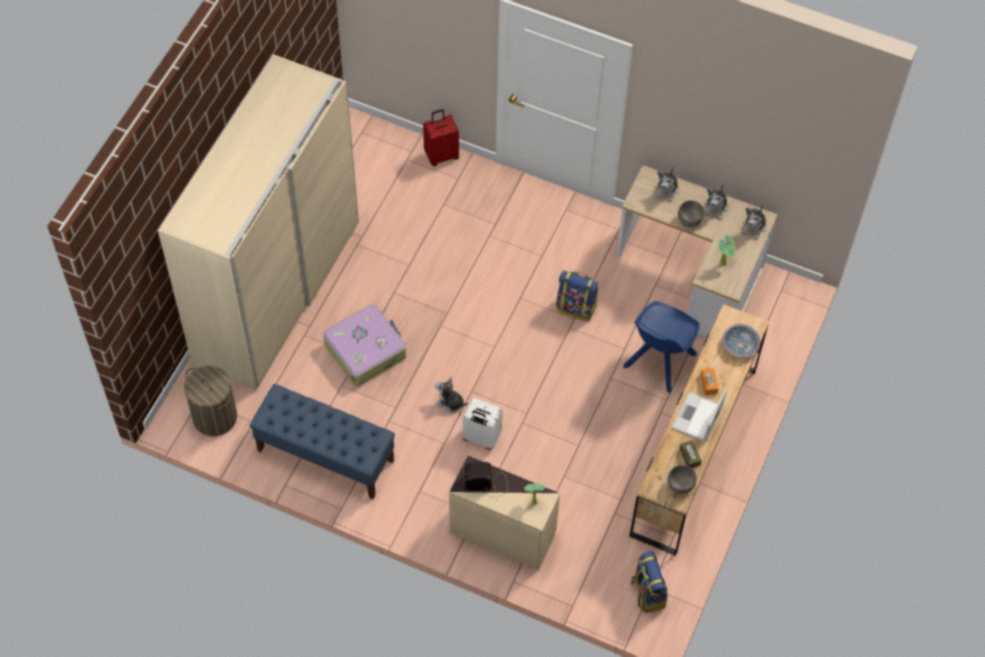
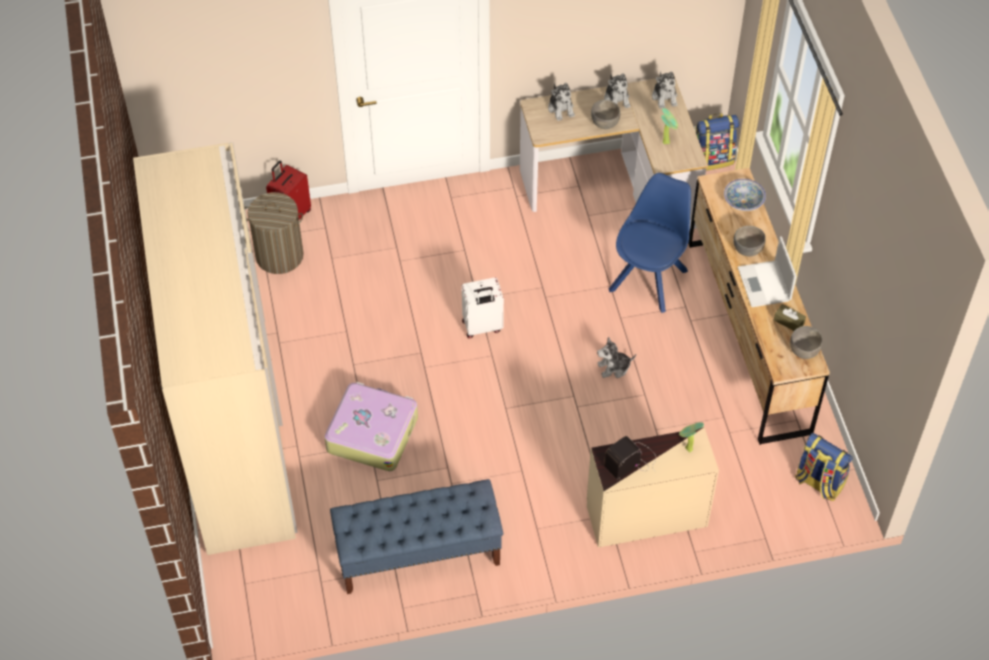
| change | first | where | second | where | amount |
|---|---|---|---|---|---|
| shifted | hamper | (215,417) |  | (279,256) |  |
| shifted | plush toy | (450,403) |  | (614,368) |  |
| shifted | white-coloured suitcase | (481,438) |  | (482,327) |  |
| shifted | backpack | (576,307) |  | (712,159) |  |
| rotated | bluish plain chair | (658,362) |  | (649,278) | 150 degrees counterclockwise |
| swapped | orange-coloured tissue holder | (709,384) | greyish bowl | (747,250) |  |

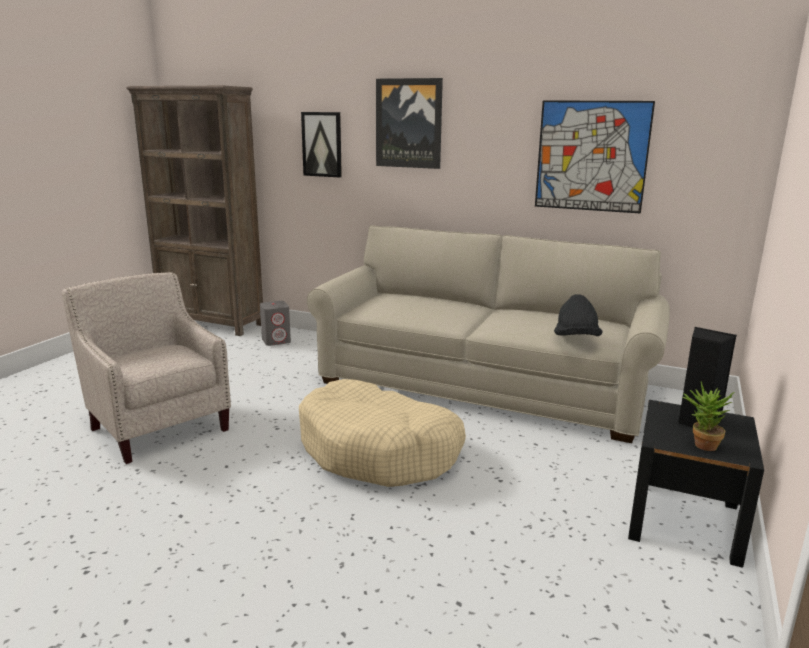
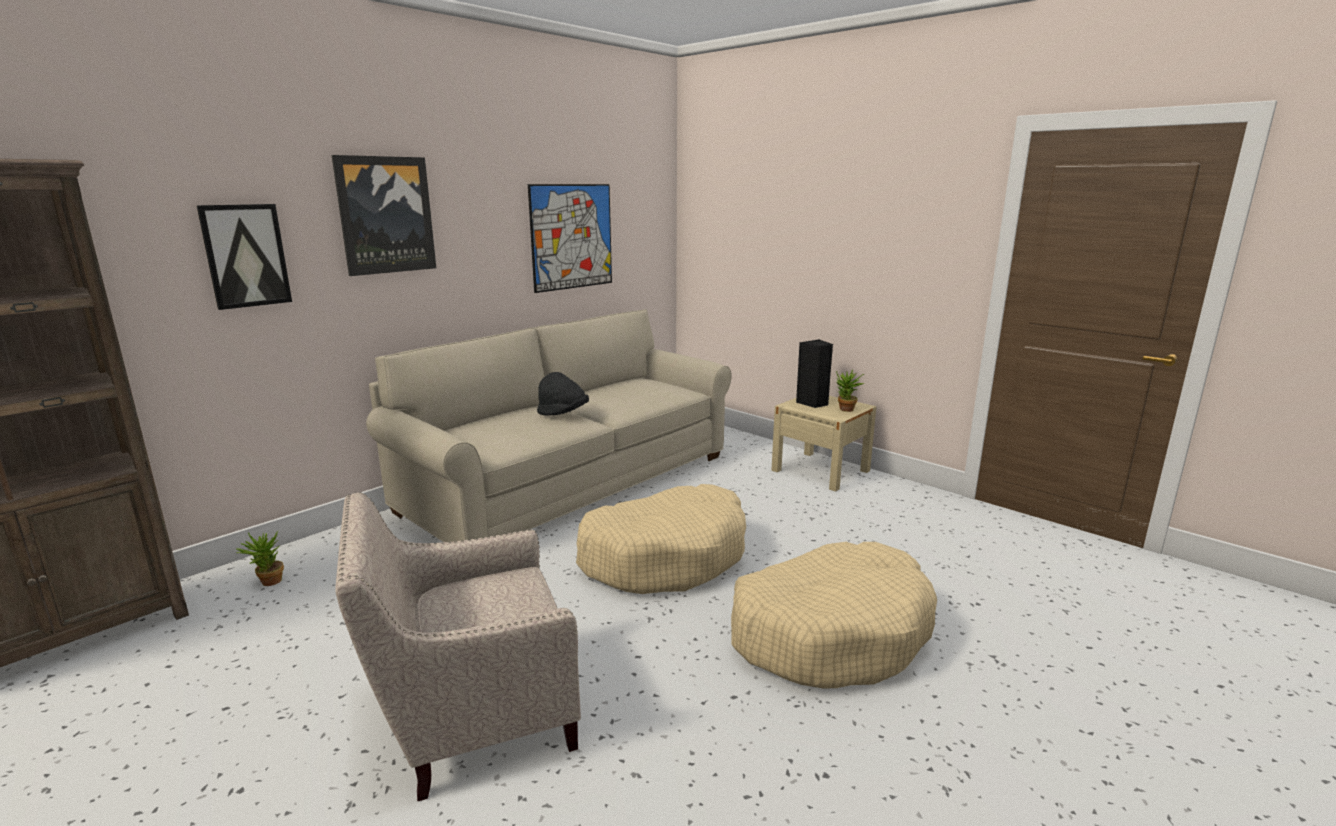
| change | first | where | second | where | amount |
|---|---|---|---|---|---|
| swapped | greyish audio speaker | (276,341) | plant in a pot | (267,583) |  |
| shifted | black-coloured wearable hat | (576,339) |  | (563,414) |  |
| repainted | black-coloured night table | (684,521) | beige night table | (820,470) |  |
| new |  |  | beige pet bed | (830,632) |  |

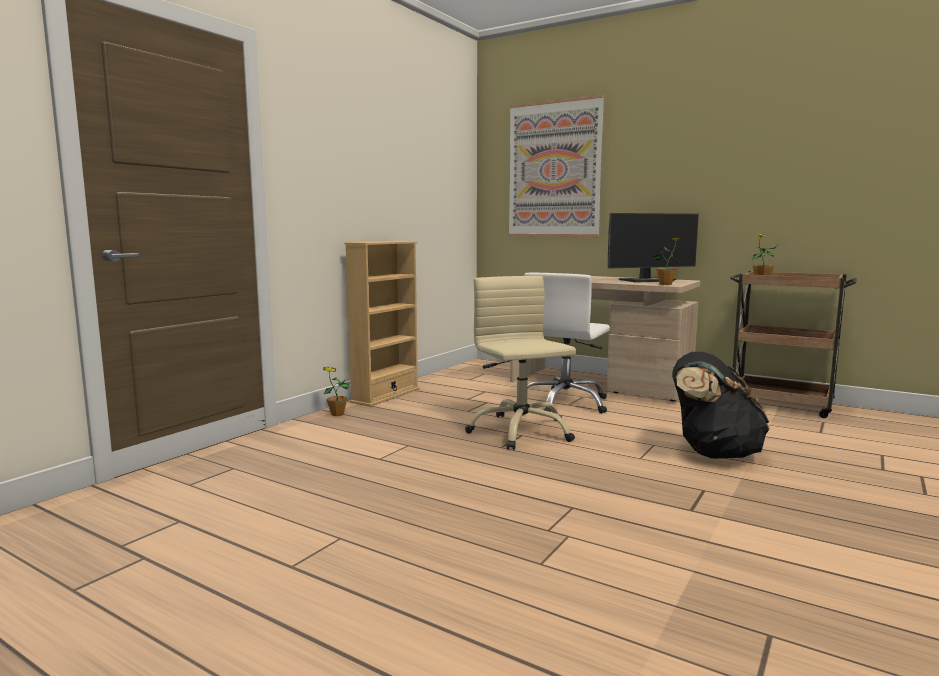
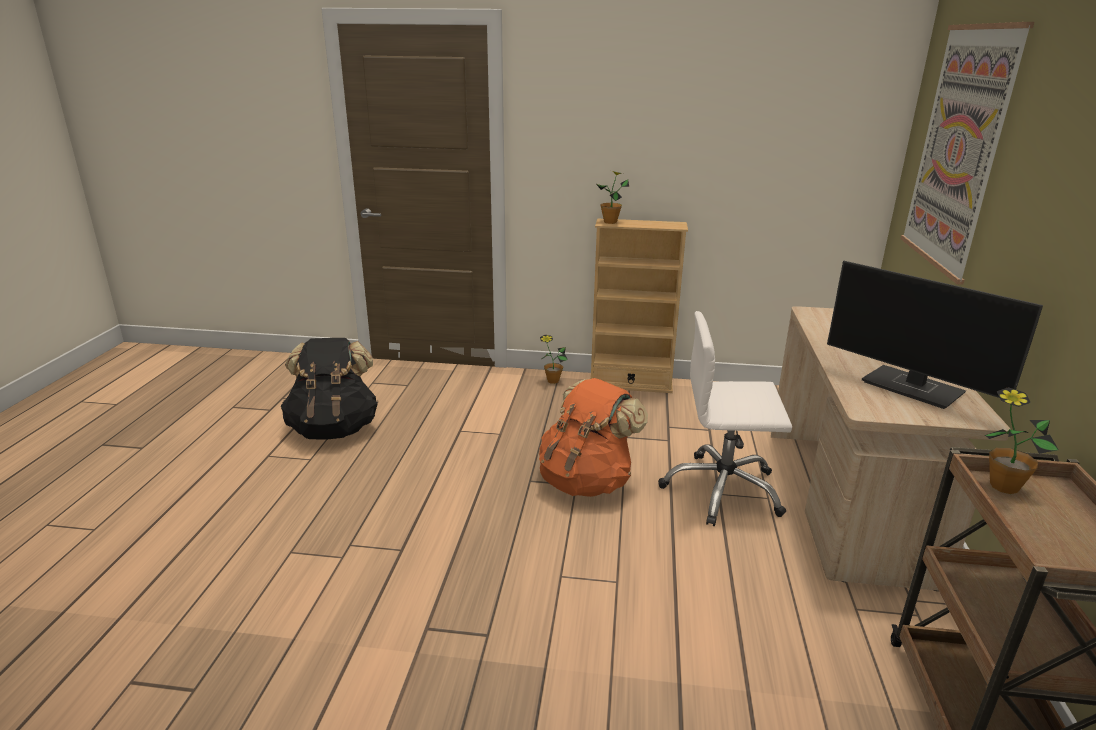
| change | first | where | second | where | amount |
|---|---|---|---|---|---|
| swapped | beige computer chair | (520,431) | orange-coloured backpack | (586,481) |  |
| shifted | plant in a pot | (665,284) |  | (610,222) |  |
| shifted | black-coloured backpack | (713,453) |  | (334,429) |  |

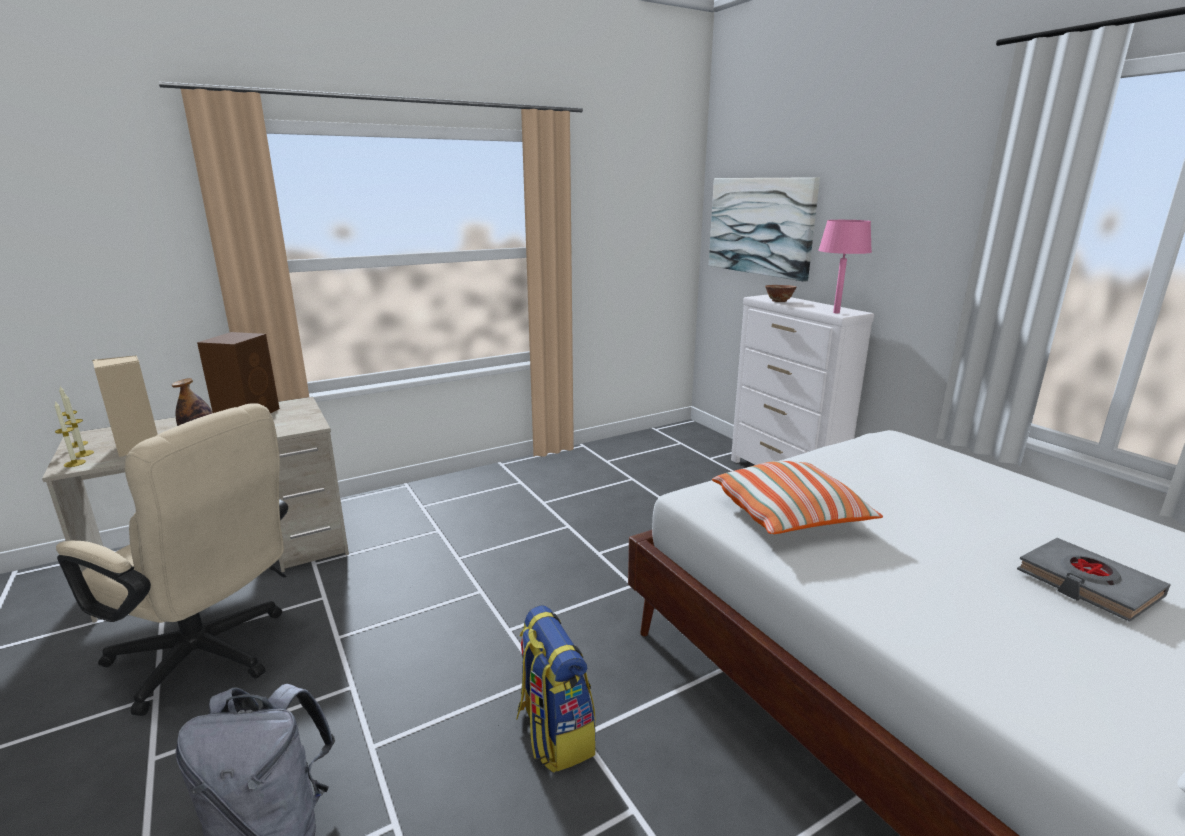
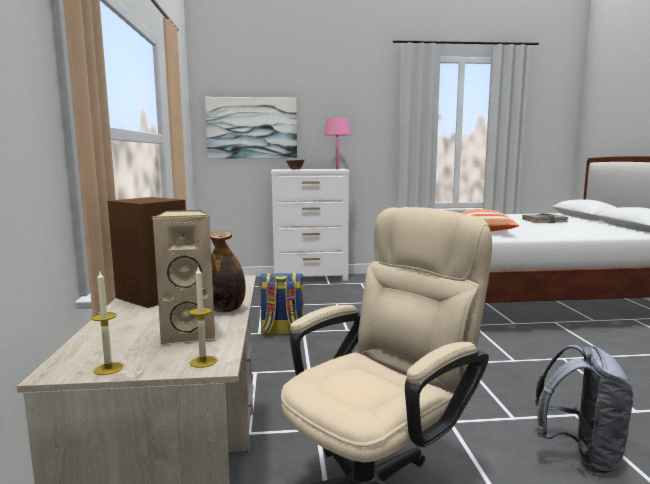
| change | first | where | second | where | amount |
|---|---|---|---|---|---|
| gone | wax light | (83,454) |  |  |  |
| shifted | backpack | (554,733) |  | (282,332) |  |

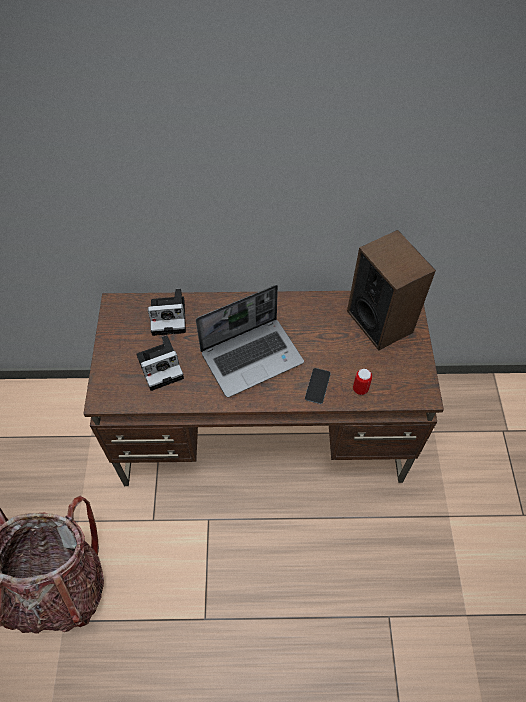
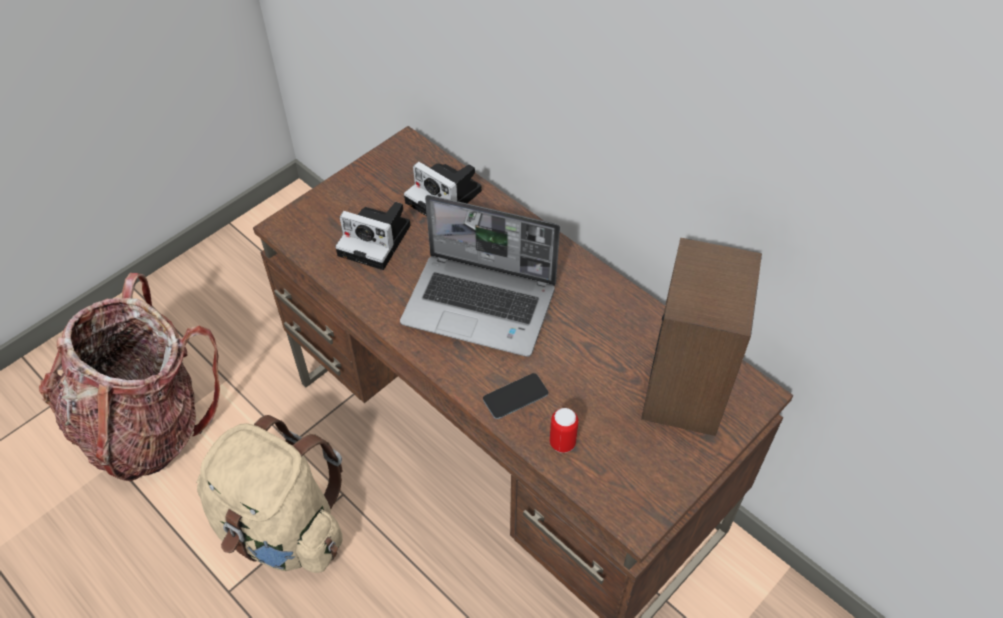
| change | first | where | second | where | amount |
|---|---|---|---|---|---|
| new |  |  | beige backpack | (282,528) |  |

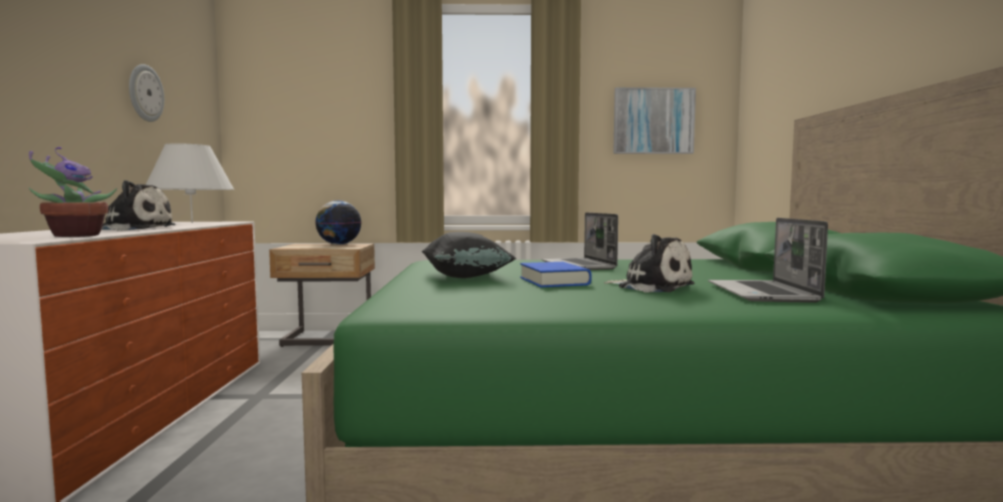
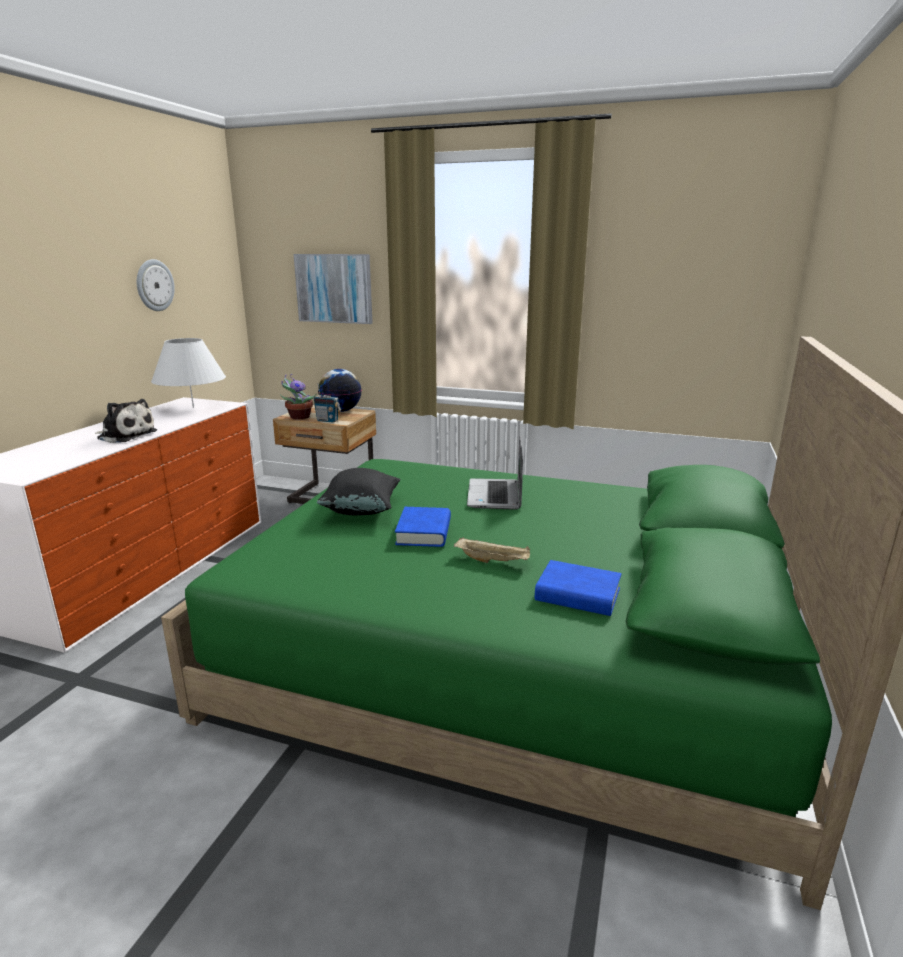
| change | first | where | second | where | amount |
|---|---|---|---|---|---|
| shifted | plant in a pot | (73,235) |  | (298,417) |  |
| swapped | plush toy | (652,287) | beige tray | (493,561) |  |
| shifted | picture | (653,121) |  | (334,288) |  |
| swapped | portable computer | (763,293) | bluish volume | (577,595) |  |
| new |  |  | radio | (327,420) |  |

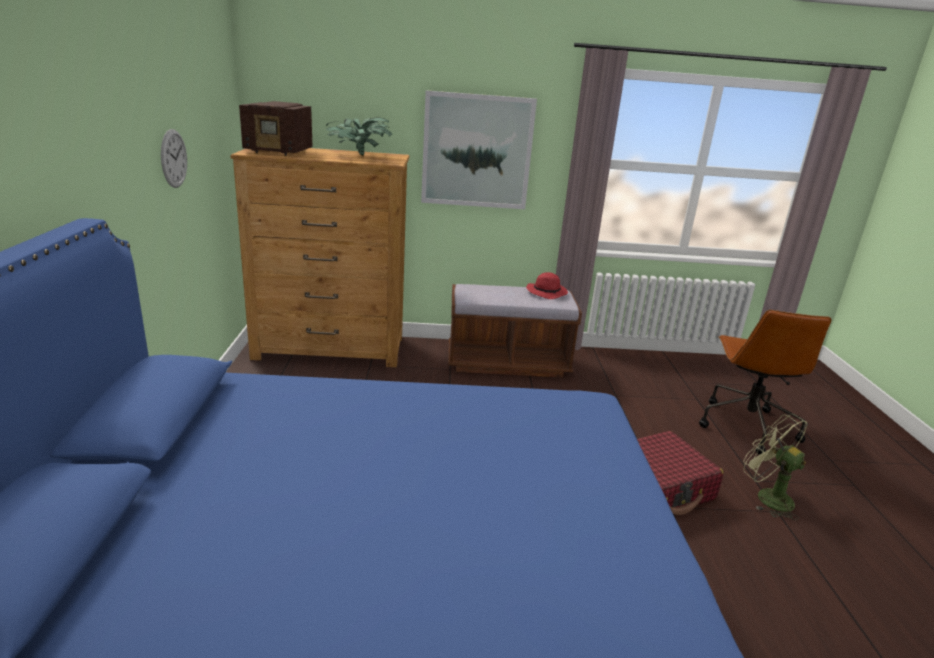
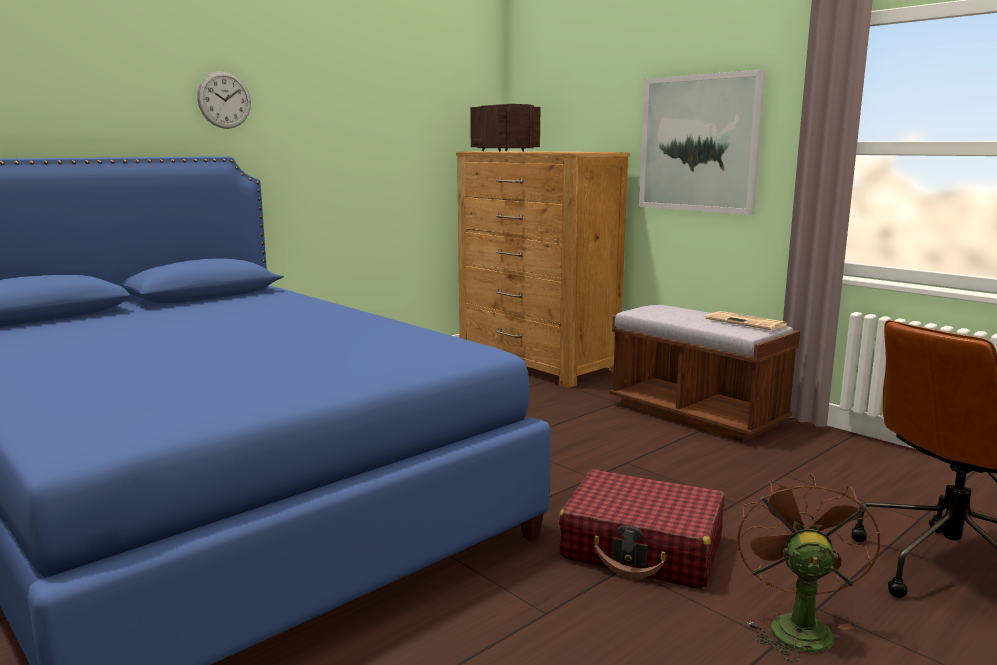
| change | first | where | second | where | amount |
|---|---|---|---|---|---|
| shifted | hanging clock | (173,158) |  | (224,100) |  |
| rotated | radio | (279,152) |  | (503,151) | 90 degrees clockwise |
| gone | plant in a pot | (359,155) |  |  |  |
| swapped | red wearable hat | (547,292) | printed paper | (747,322) |  |
| repainted | green-coloured cooling fan | (766,496) | brown cooling fan | (796,625) |  |

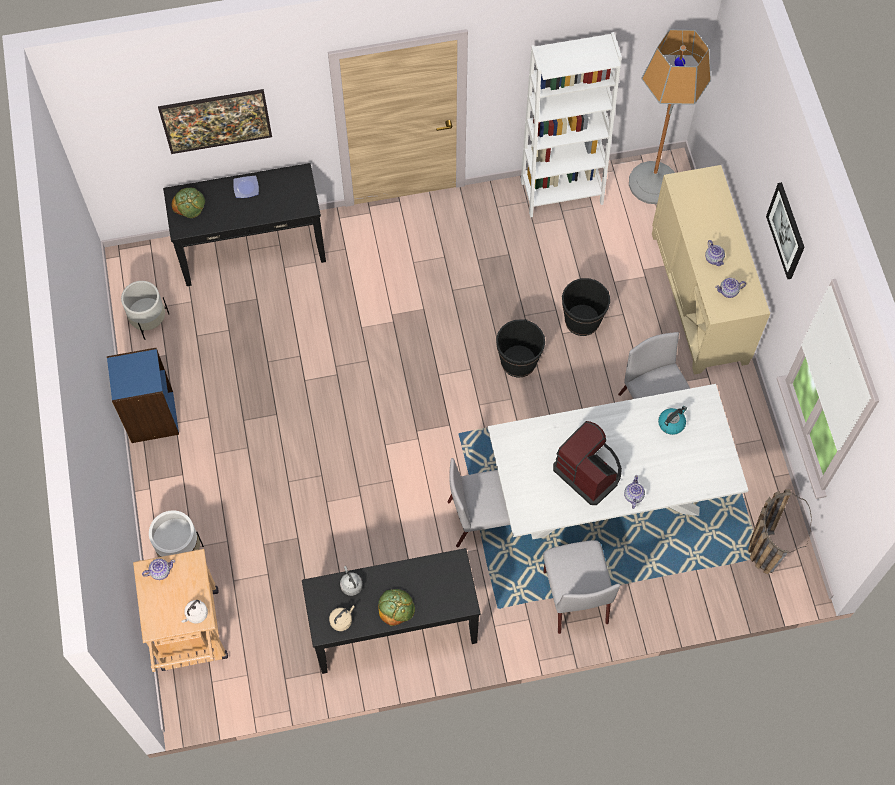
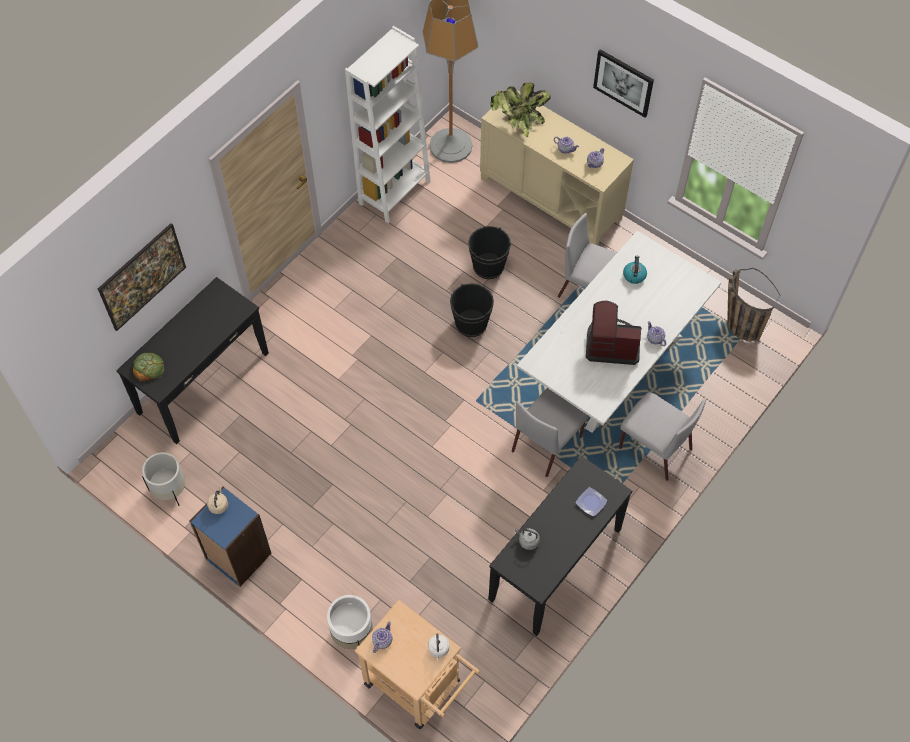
| change | first | where | second | where | amount |
|---|---|---|---|---|---|
| shifted | dinner plate | (245,188) |  | (591,503) |  |
| shifted | beige tea kettle | (342,620) |  | (218,505) |  |
| gone | bakery bread | (395,607) |  |  |  |
| new |  |  | plant in a pot | (519,122) |  |

